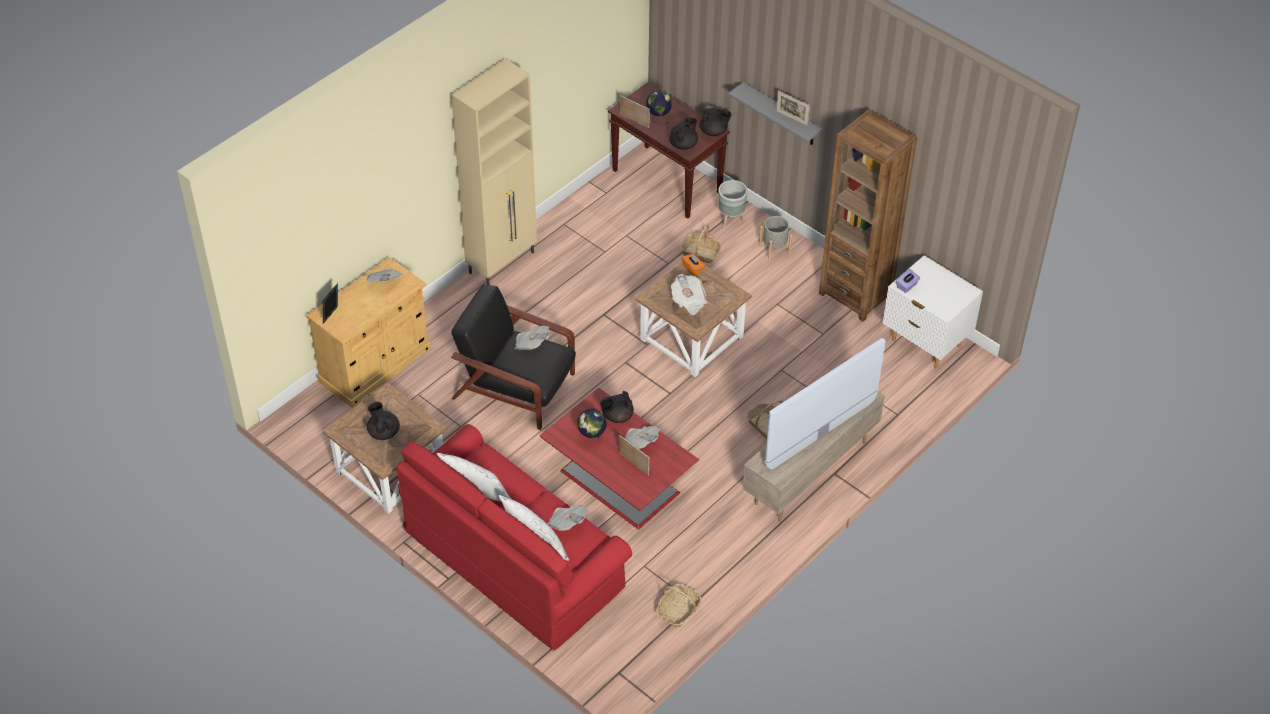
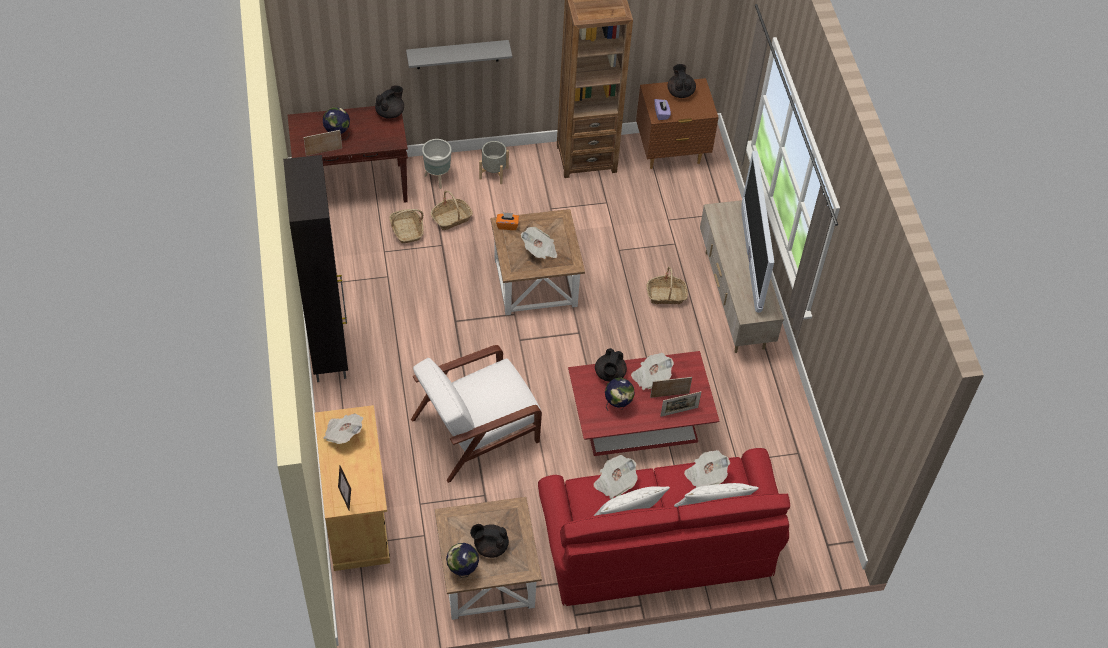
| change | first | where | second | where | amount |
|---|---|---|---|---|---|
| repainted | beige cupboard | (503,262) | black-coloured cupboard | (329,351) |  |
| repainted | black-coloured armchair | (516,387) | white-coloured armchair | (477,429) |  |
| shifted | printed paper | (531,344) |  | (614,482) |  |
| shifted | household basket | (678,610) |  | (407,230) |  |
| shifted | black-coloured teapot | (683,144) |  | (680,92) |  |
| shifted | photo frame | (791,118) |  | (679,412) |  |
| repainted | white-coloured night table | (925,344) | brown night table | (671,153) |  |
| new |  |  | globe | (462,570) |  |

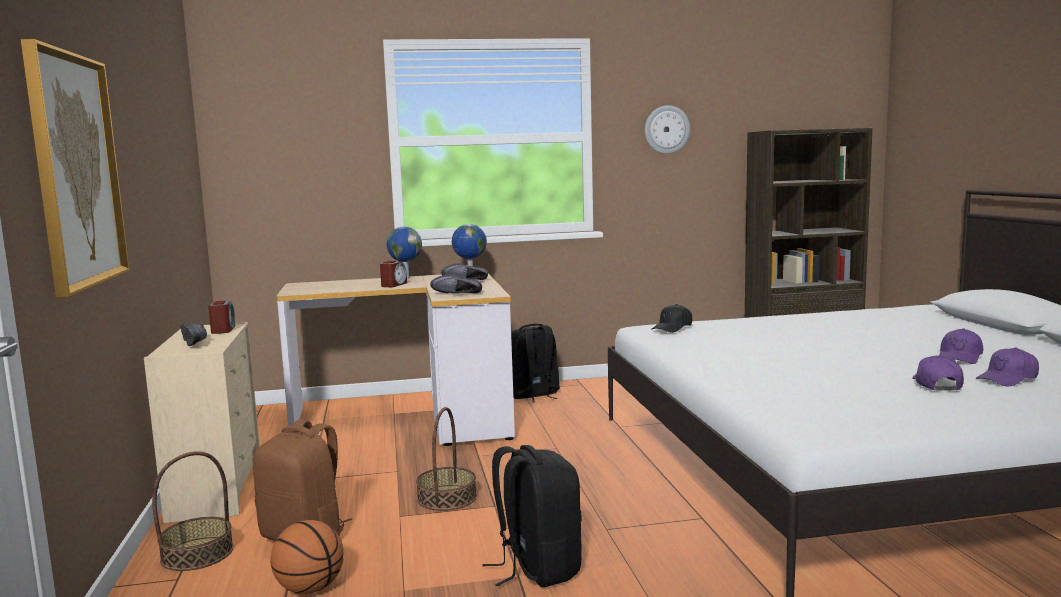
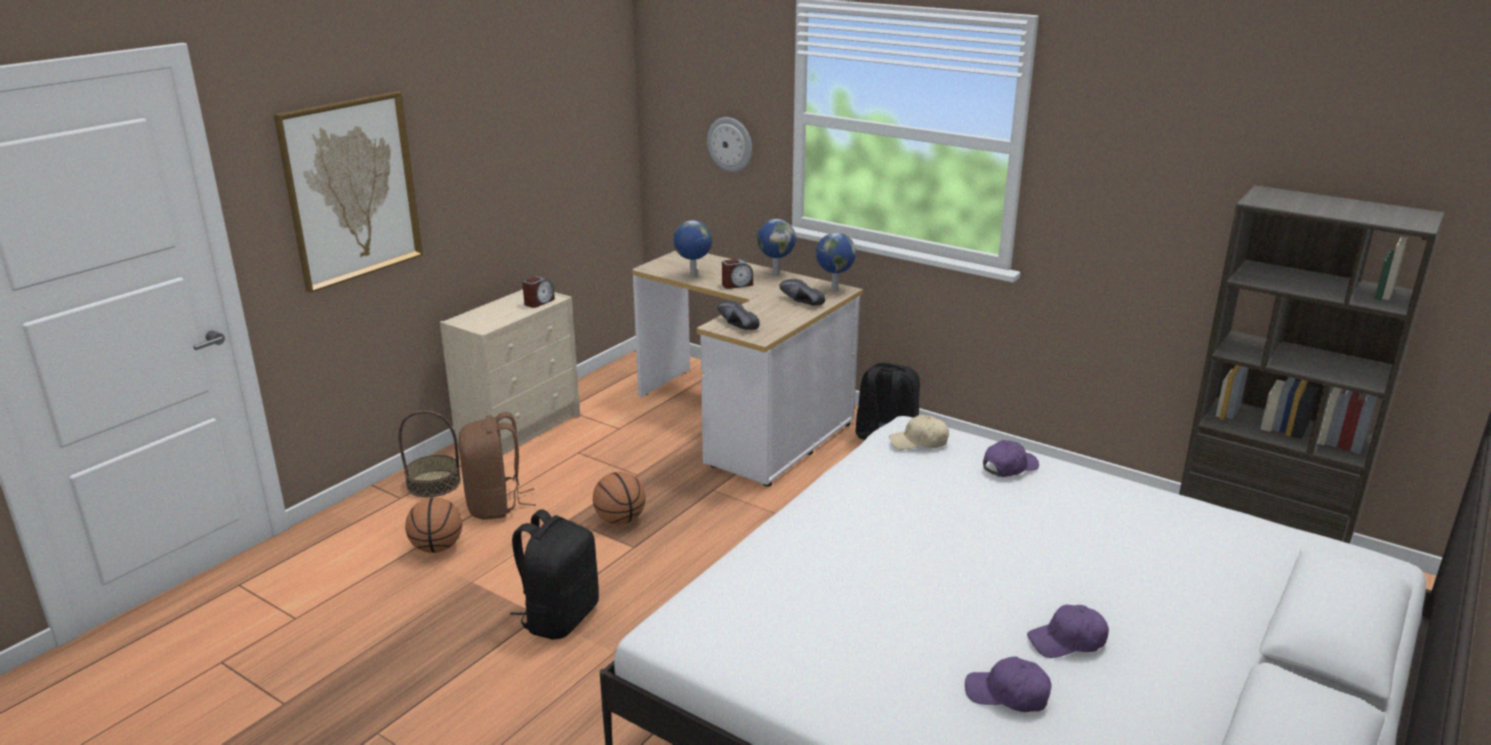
| change | first | where | second | where | amount |
|---|---|---|---|---|---|
| gone | black-coloured shoe | (197,343) |  |  |  |
| swapped | household basket | (446,497) | basketball ball | (620,520) |  |
| shifted | hanging clock | (666,129) |  | (730,144) |  |
| repainted | black-coloured baseball cap | (673,328) | beige baseball cap | (919,442) |  |
| shifted | purple-coloured baseball cap | (936,385) |  | (1009,467) |  |
| new |  |  | globe | (693,276) |  |

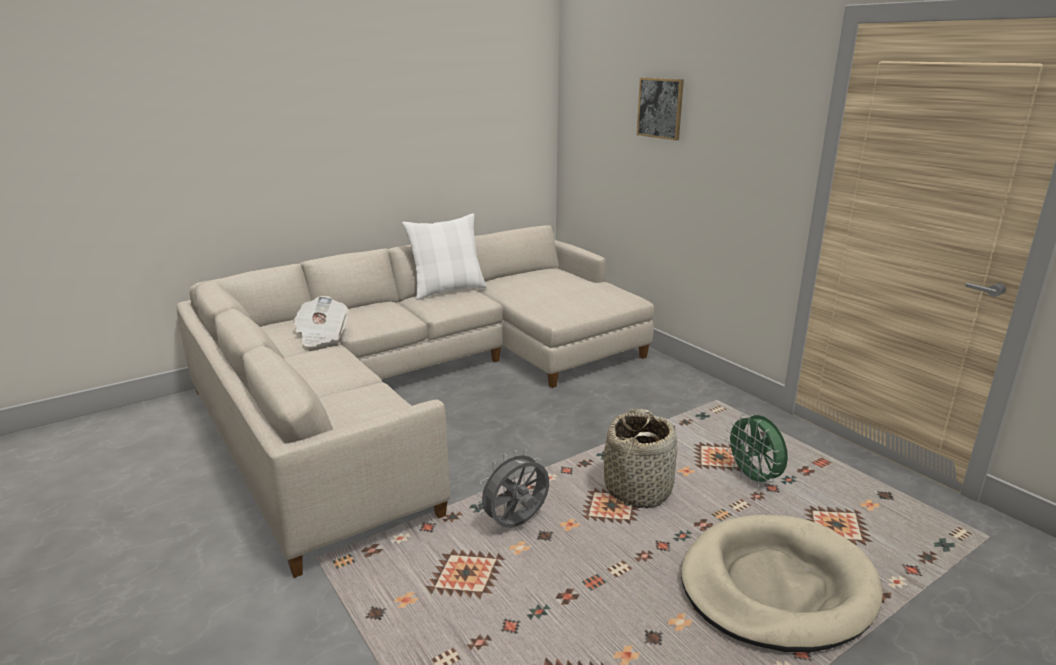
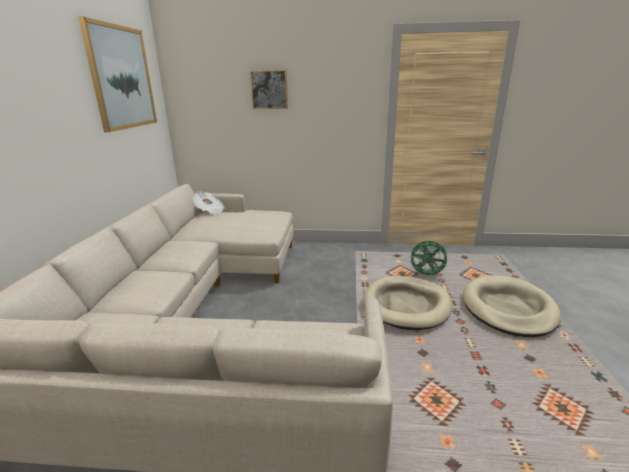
| change | first | where | second | where | amount |
|---|---|---|---|---|---|
| shifted | printed paper | (321,335) |  | (210,211) |  |
| gone | white-coloured throw pillow | (448,290) |  |  |  |
| gone | greyish cooling fan | (516,524) |  |  |  |
| swapped | household basket | (638,489) | beige pet bed | (406,305) |  |
| new |  |  | picture | (121,78) |  |

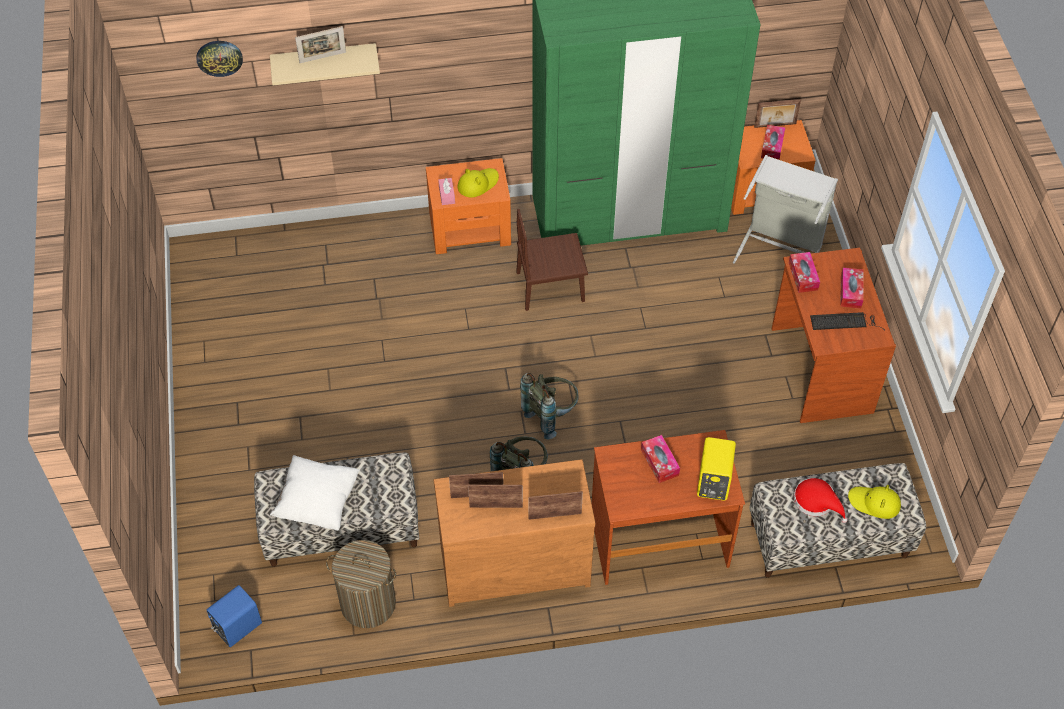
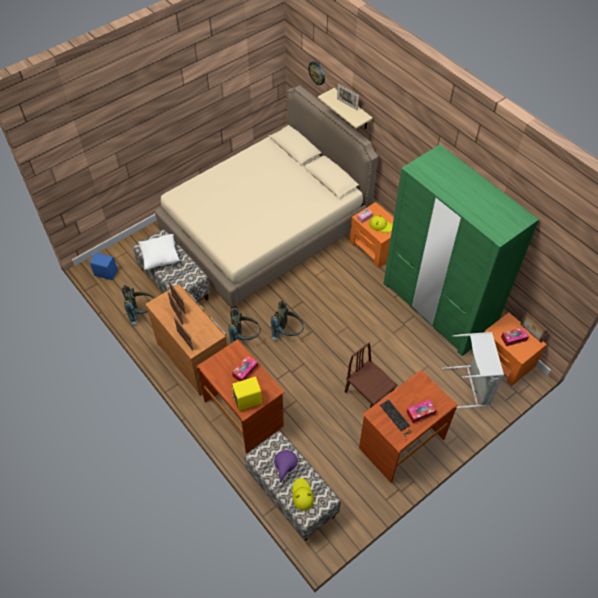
| change | first | where | second | where | amount |
|---|---|---|---|---|---|
| swapped | hamper | (368,603) | greyish backpack | (142,312) |  |
| shifted | brown plain chair | (550,286) |  | (368,395) |  |
| gone | tissue holder | (803,276) |  |  |  |
| repainted | red wearable hat | (817,501) | purple-coloured wearable hat | (285,465) |  |
| new |  |  | beige bedroom bed | (265,229) |  |

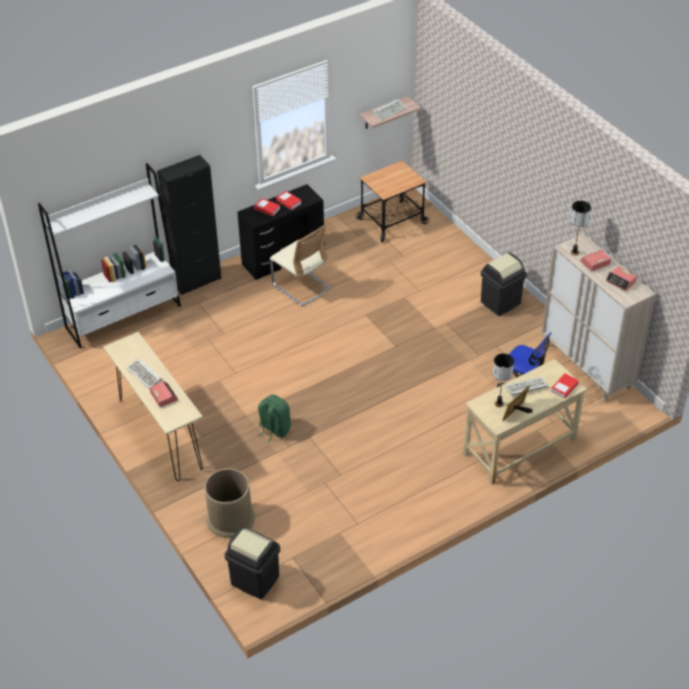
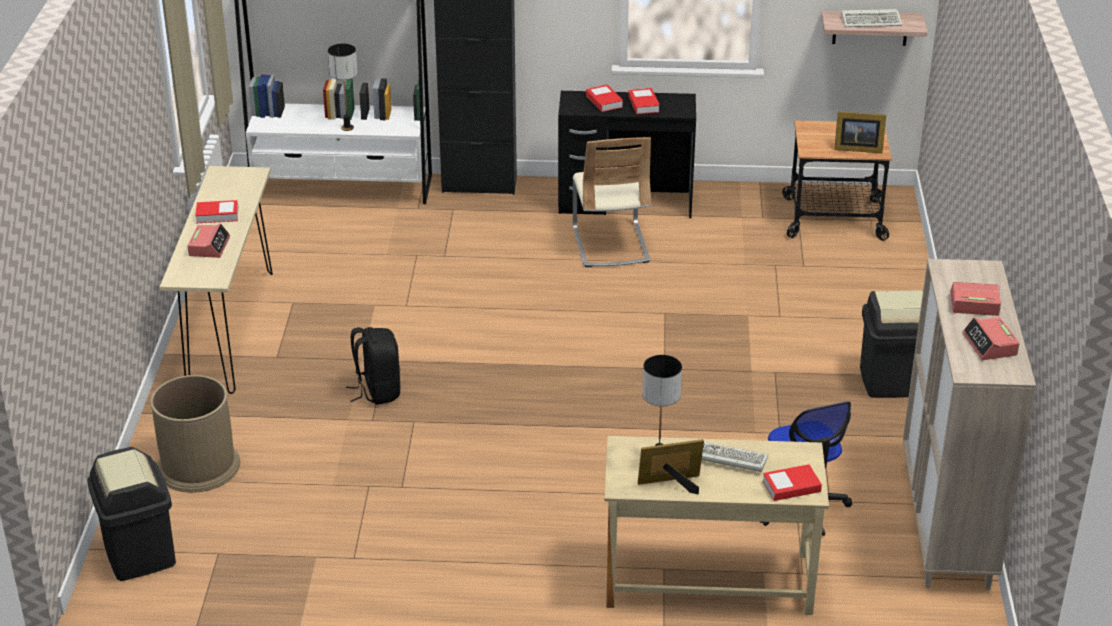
| change | first | where | second | where | amount |
|---|---|---|---|---|---|
| swapped | keyboard | (145,375) | volume | (217,215) |  |
| repainted | green-coloured backpack | (274,429) | black-coloured backpack | (377,391) |  |
| shifted | tabletop lamp | (574,252) |  | (347,128) |  |
| new |  |  | photo frame | (856,148) |  |

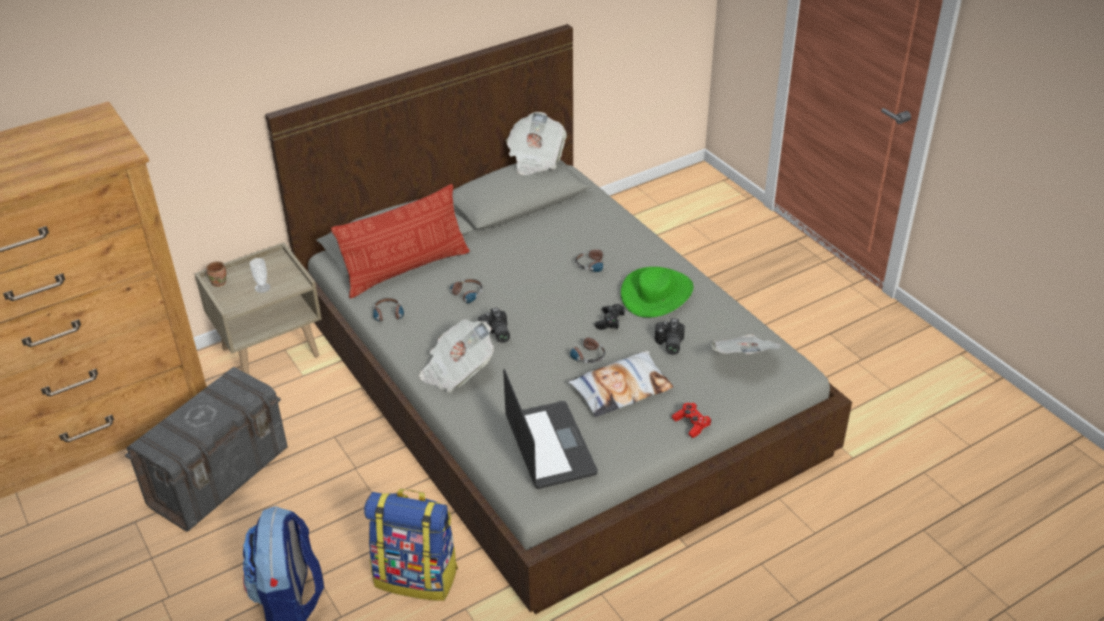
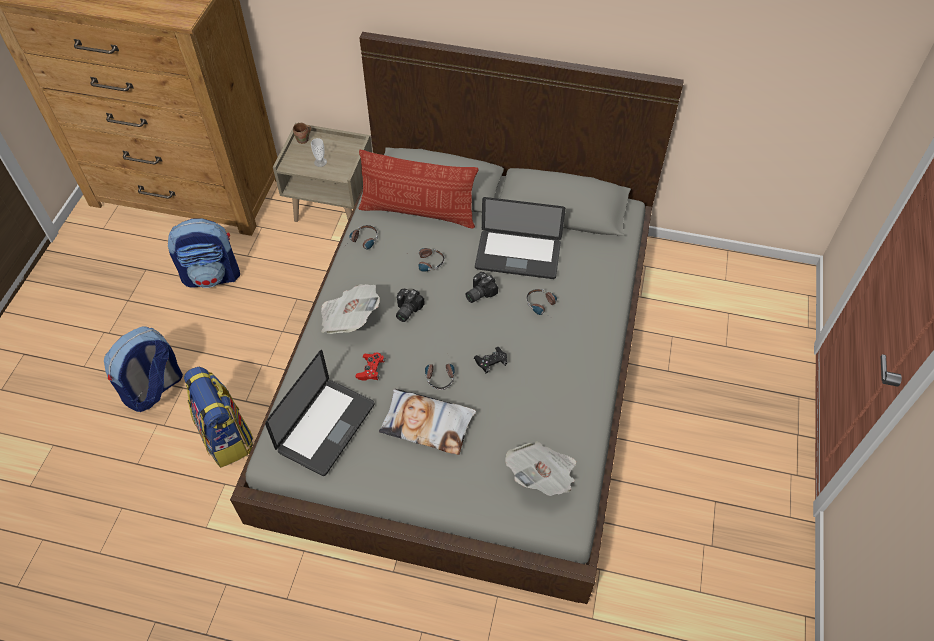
| change | first | where | second | where | amount |
|---|---|---|---|---|---|
| swapped | greyish storage box | (220,477) | backpack | (212,275) |  |
| gone | printed paper | (535,159) |  |  |  |
| gone | green-coloured wearable hat | (657,293) |  |  |  |
| shifted | photo camera | (668,344) |  | (478,293) |  |
| shifted | red joypad | (691,424) |  | (371,370) |  |
| new |  |  | portable computer | (518,255) |  |

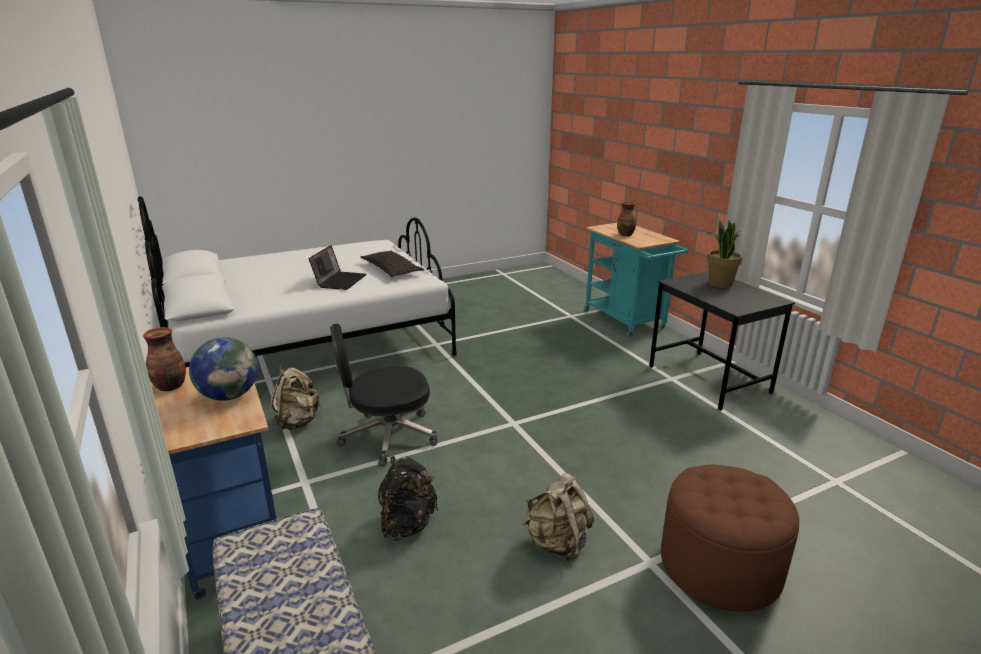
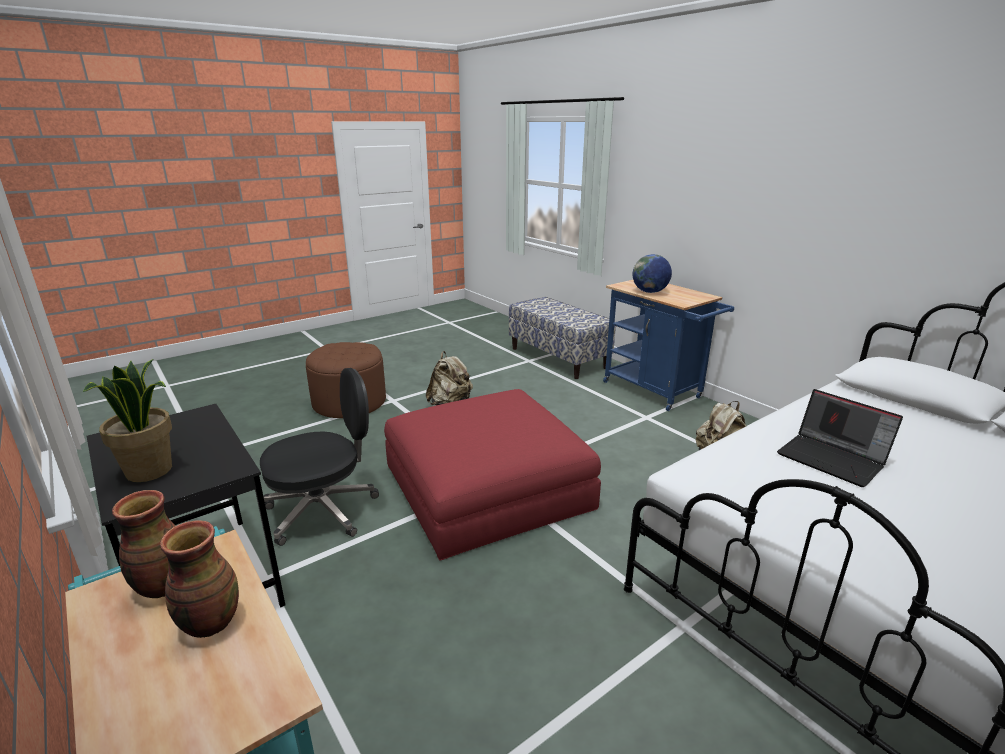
| change | first | where | second | where | amount |
|---|---|---|---|---|---|
| shifted | vase | (171,386) |  | (162,585) |  |
| rotated | portable computer | (339,281) |  | (833,459) | 45 degrees counterclockwise |
| shifted | black-coloured computer chair | (387,436) |  | (324,510) |  |
| gone | throw pillow | (391,269) |  |  |  |
| gone | black-coloured backpack | (407,524) |  |  |  |
| new |  |  | red pouffe | (487,486) |  |

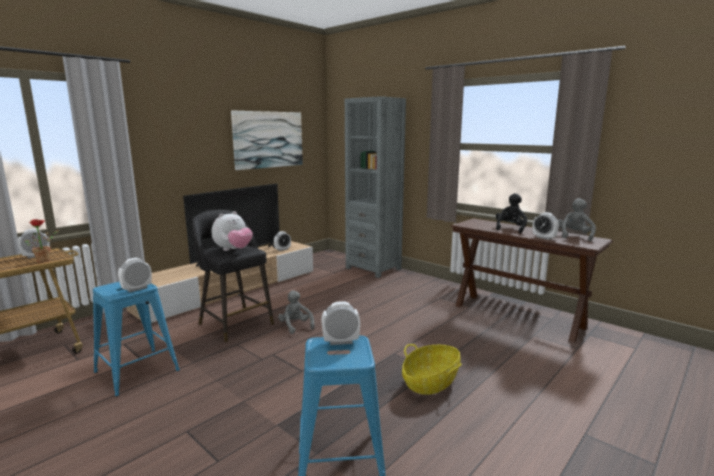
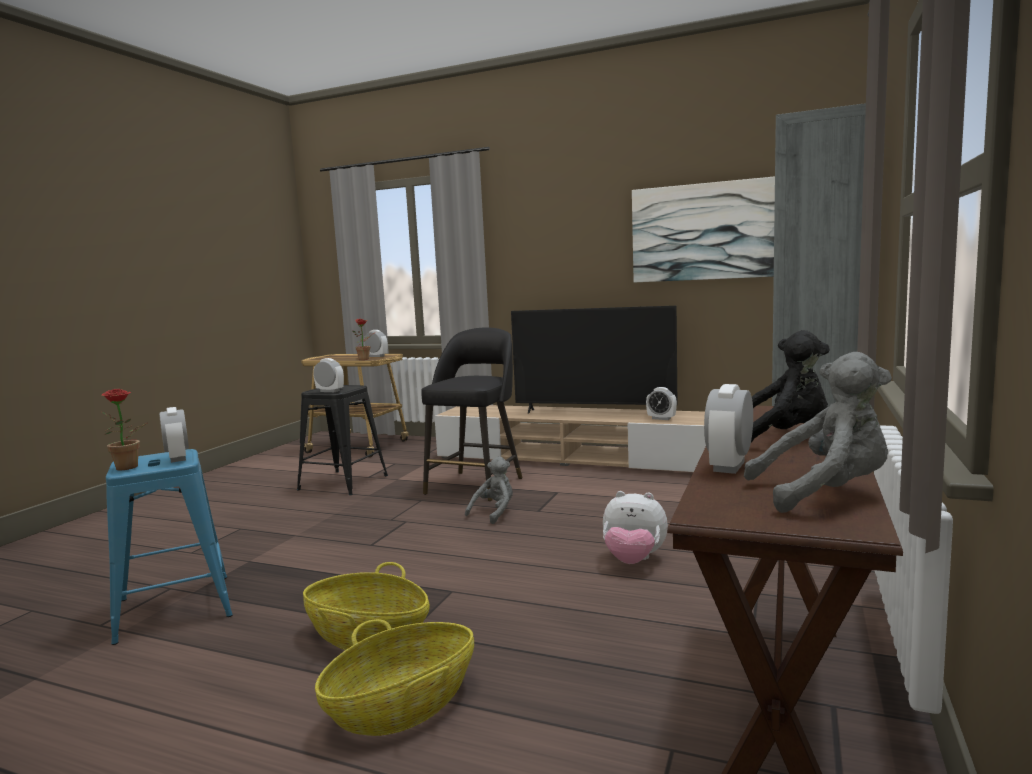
| change | first | where | second | where | amount |
|---|---|---|---|---|---|
| repainted | bluish stool | (137,371) | black-coloured stool | (344,482) |  |
| shifted | plush toy | (233,250) |  | (633,561) |  |
| new |  |  | plant in a pot | (128,468) |  |
| new |  |  | household basket | (402,706) |  |

